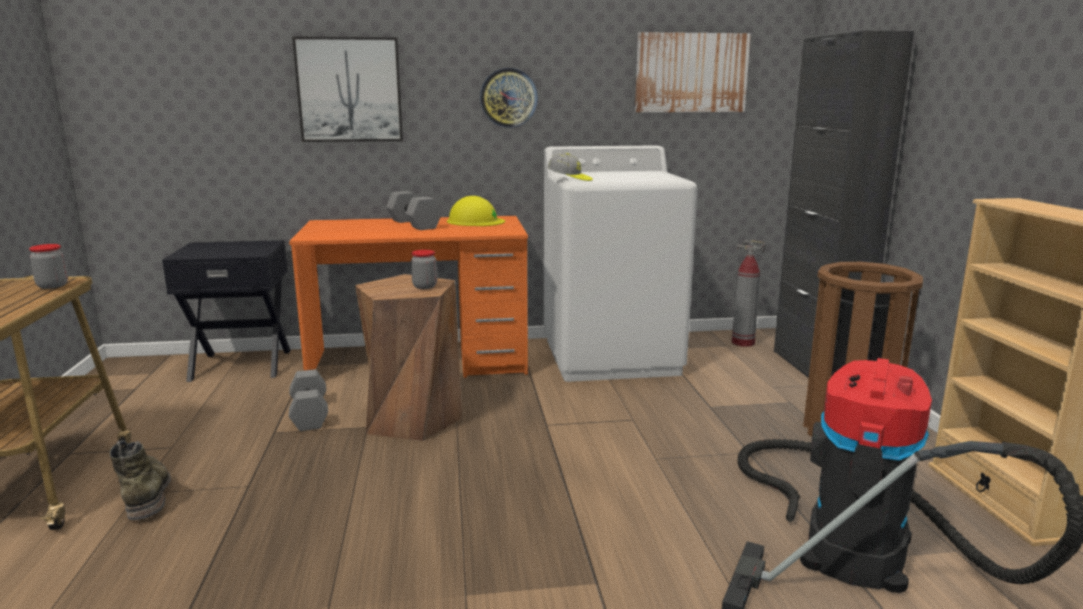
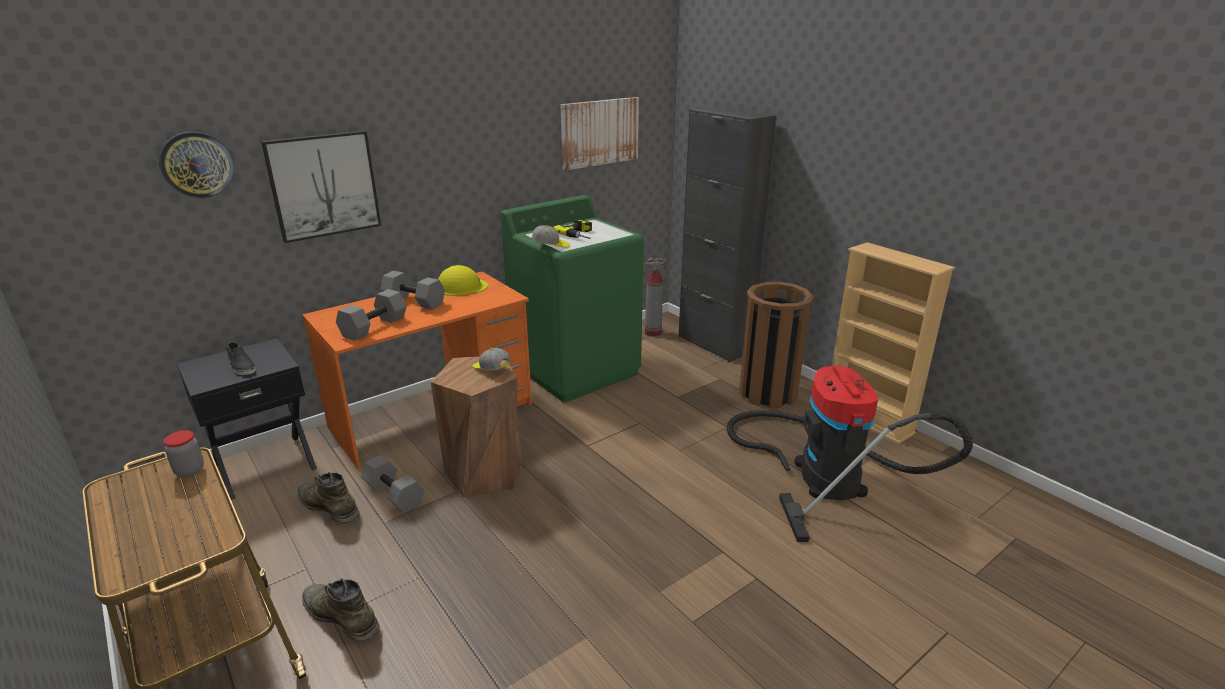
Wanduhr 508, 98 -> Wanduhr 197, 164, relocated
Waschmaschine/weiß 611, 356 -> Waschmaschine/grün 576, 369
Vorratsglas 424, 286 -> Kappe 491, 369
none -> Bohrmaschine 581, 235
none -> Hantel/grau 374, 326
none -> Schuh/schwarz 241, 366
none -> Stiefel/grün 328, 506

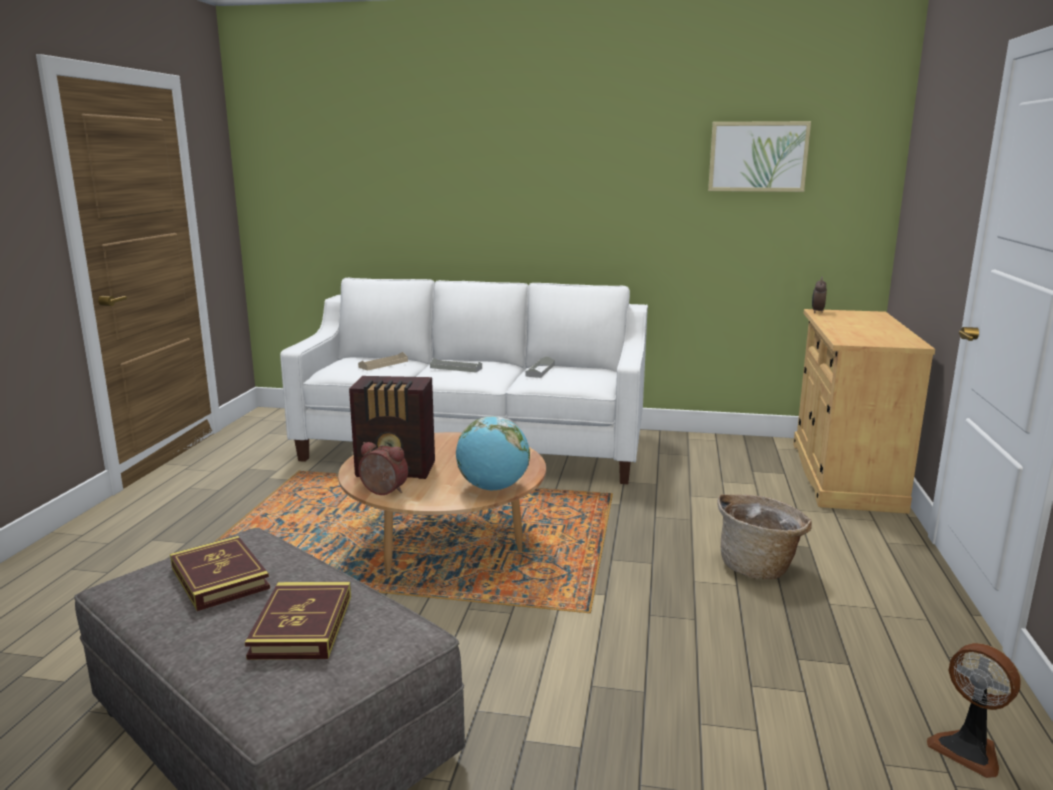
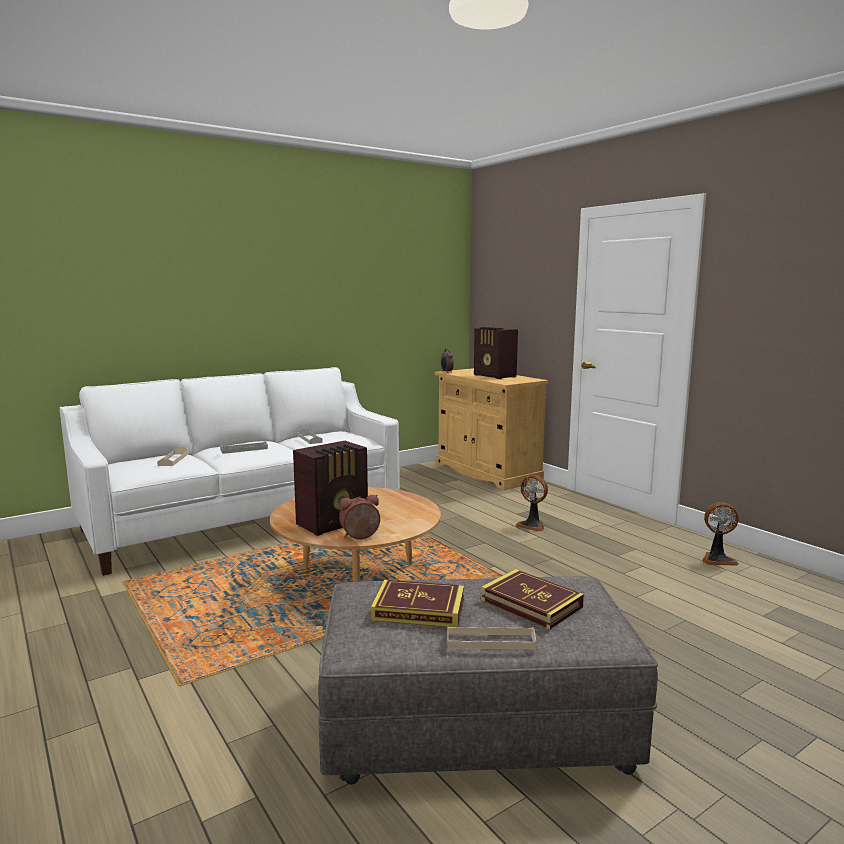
Bild 758, 156 -> none
Globus 493, 488 -> none
Korb 759, 566 -> Ventilator 532, 525
none -> Radio 494, 376
none -> Tablett/beige 490, 641

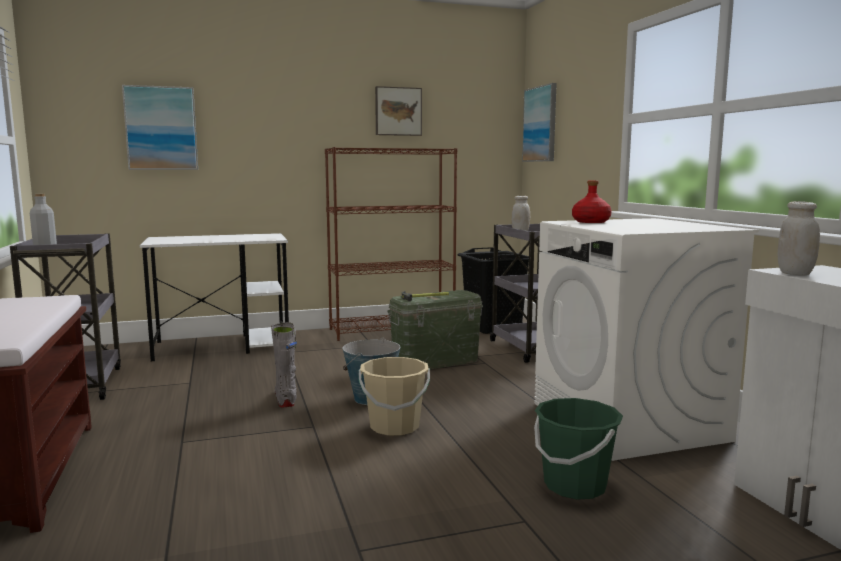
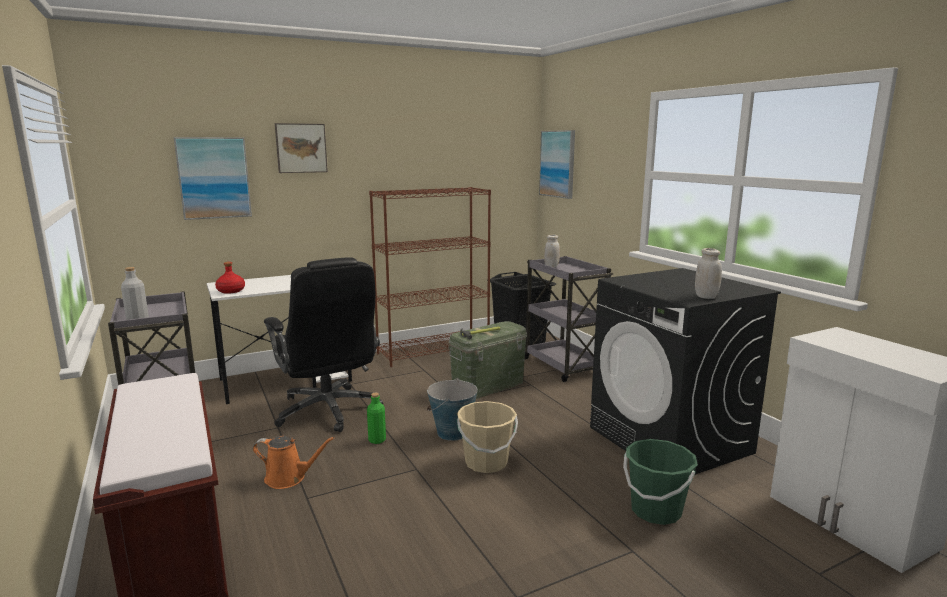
Bild 398, 111 -> Bild 301, 148, relocated
Flasche/rot 590, 222 -> Flasche/rot 230, 291, relocated
Vorratsglas/weiß 795, 273 -> Vorratsglas/weiß 706, 297, relocated
Waschmaschine/weiß 628, 422 -> Waschmaschine/schwarz 670, 440
Stiefel/grau 286, 399 -> Flasche/grün 377, 440
none -> Bürostuhl/schwarz 328, 411
none -> Gießkanne/orange 289, 478

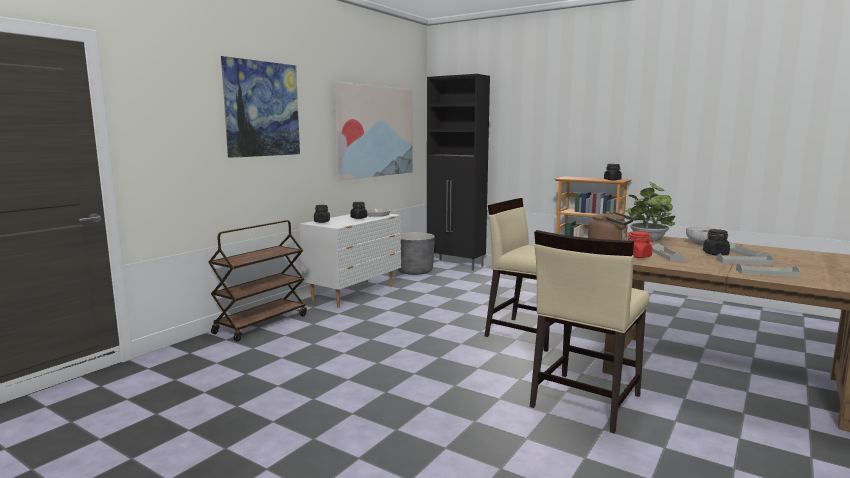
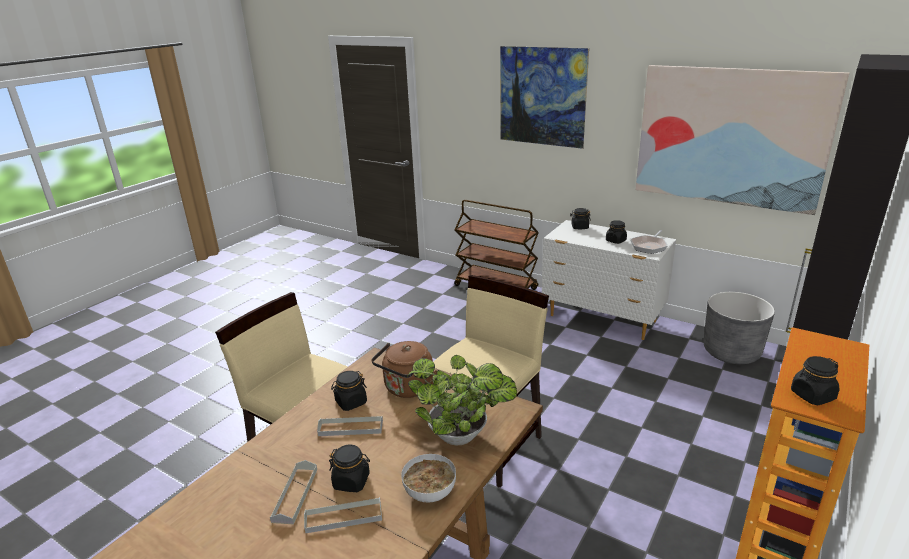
Vorratsglas/rot 638, 256 -> Vorratsglas/schwarz 351, 402
Tablett/grau 766, 273 -> none

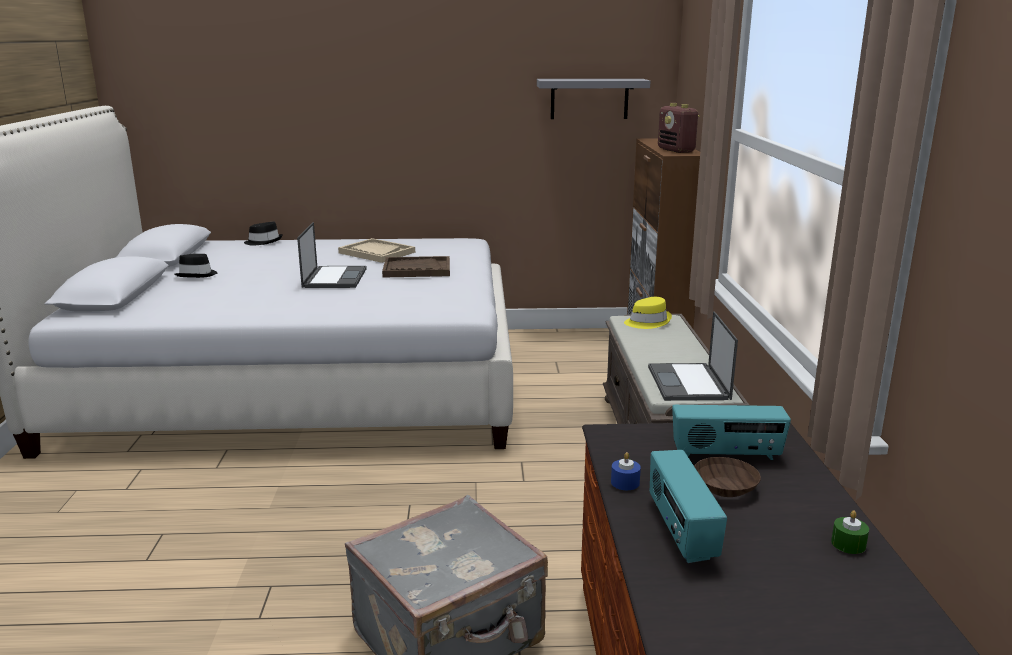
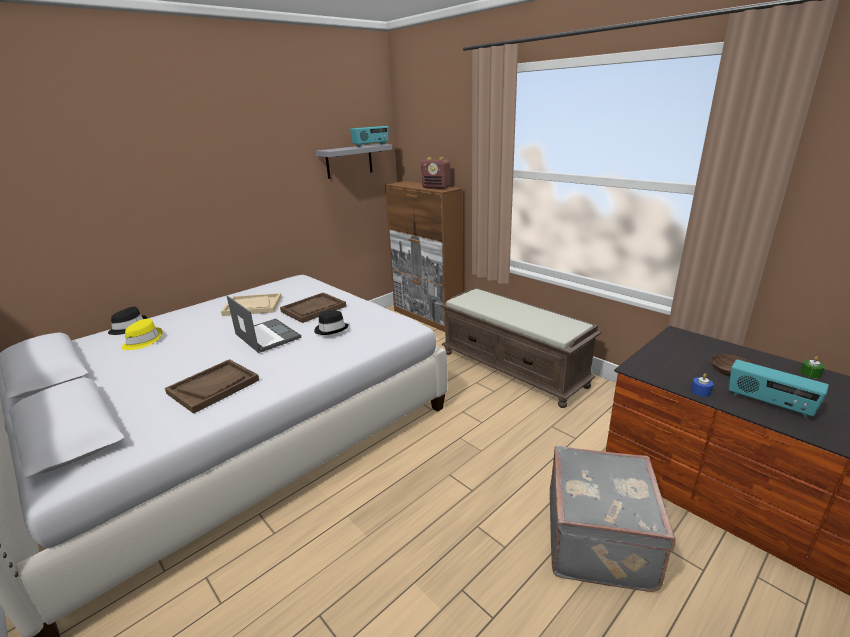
Hut/schwarz 197, 275 -> Hut/schwarz 331, 329, relocated
Hut/gelb 647, 322 -> Hut/gelb 143, 341, relocated
Laptop 689, 383 -> none
Radio 726, 455 -> Radio 371, 145, relocated
none -> Tablett/braun 213, 386

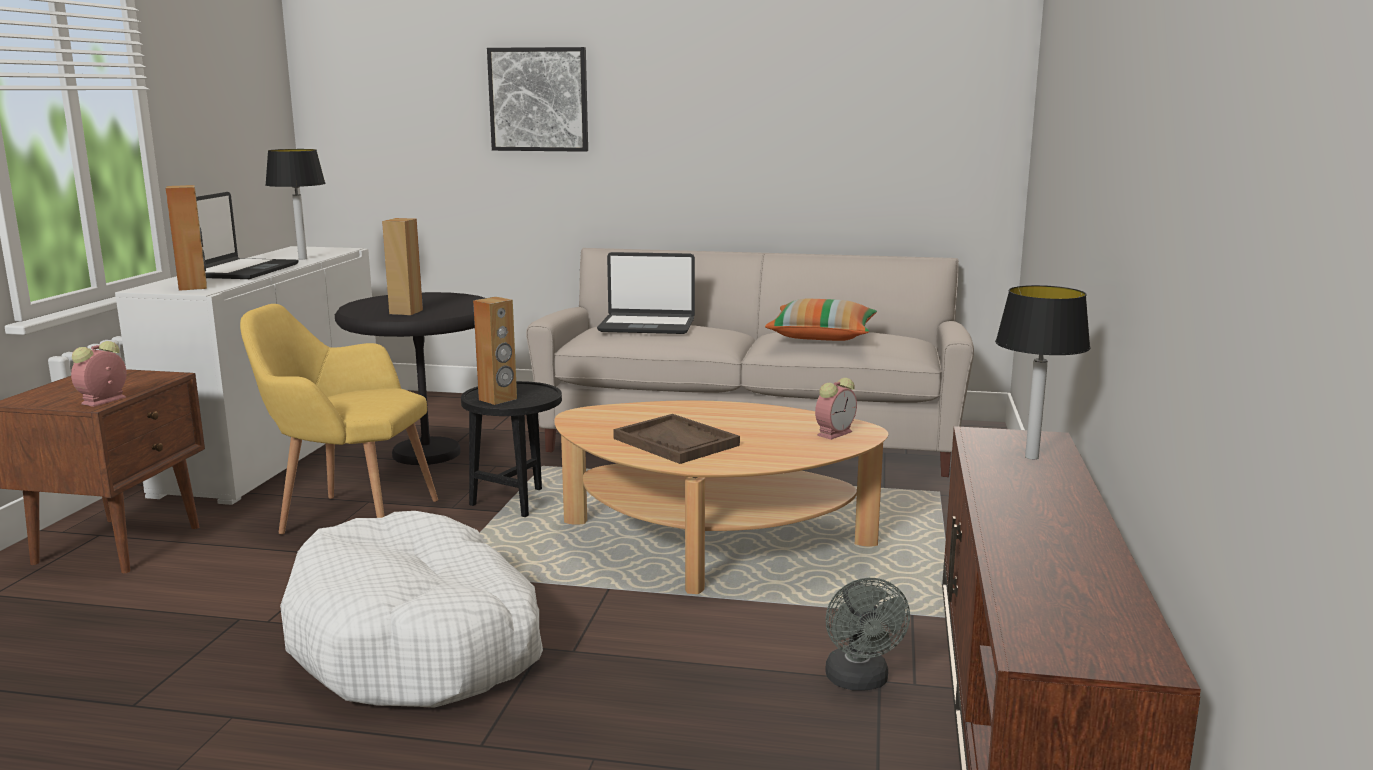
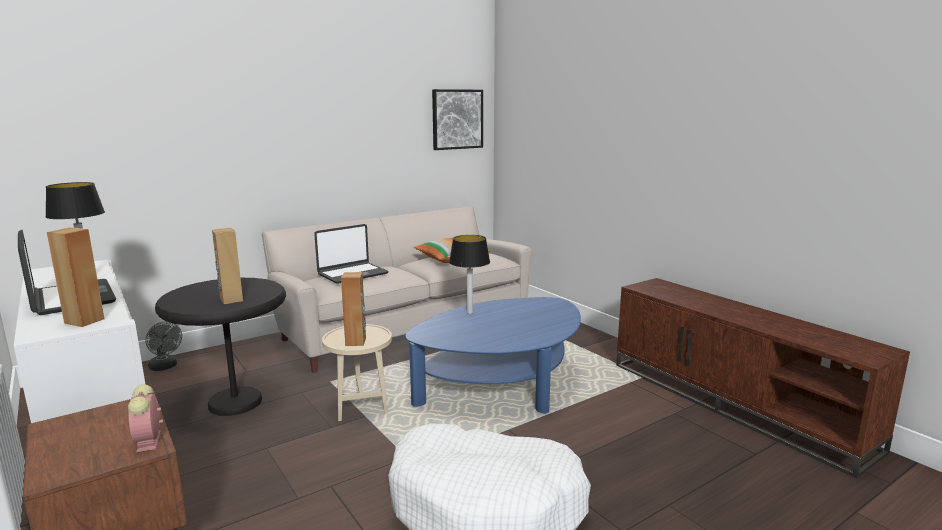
Bild 539, 99 -> Bild 457, 119, relocated
Tischlampe 1030, 457 -> Tischlampe 469, 313, relocated
Sessel/gelb 349, 518 -> none
Wecker 835, 433 -> none
Beistelltisch/schwarz 516, 501 -> Beistelltisch/beige 361, 407
Couchtisch/beige 713, 543 -> Couchtisch/blau 502, 386
Tablett/braun 676, 442 -> none
Ventilator/grau 859, 682 -> Ventilator/grau 165, 367, relocated

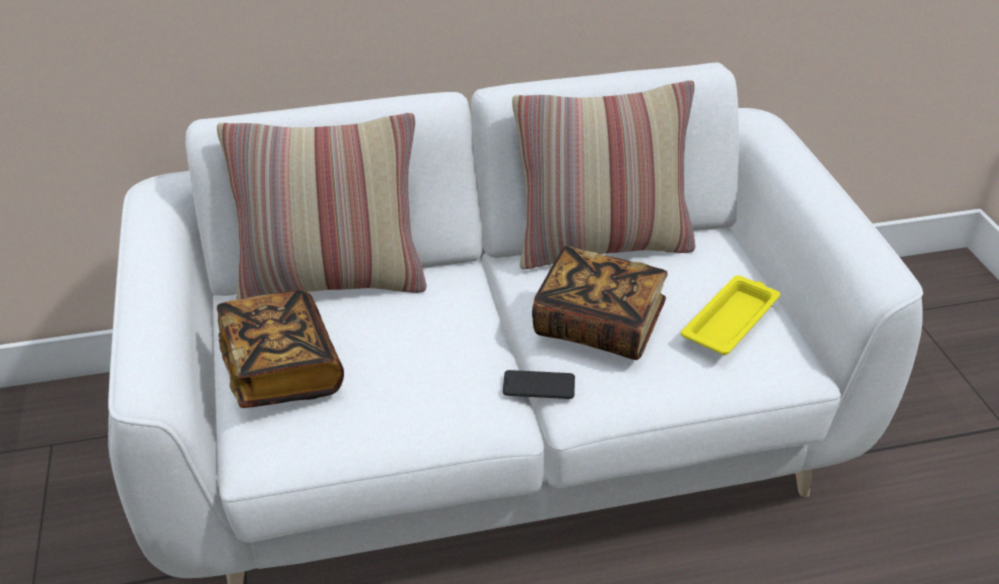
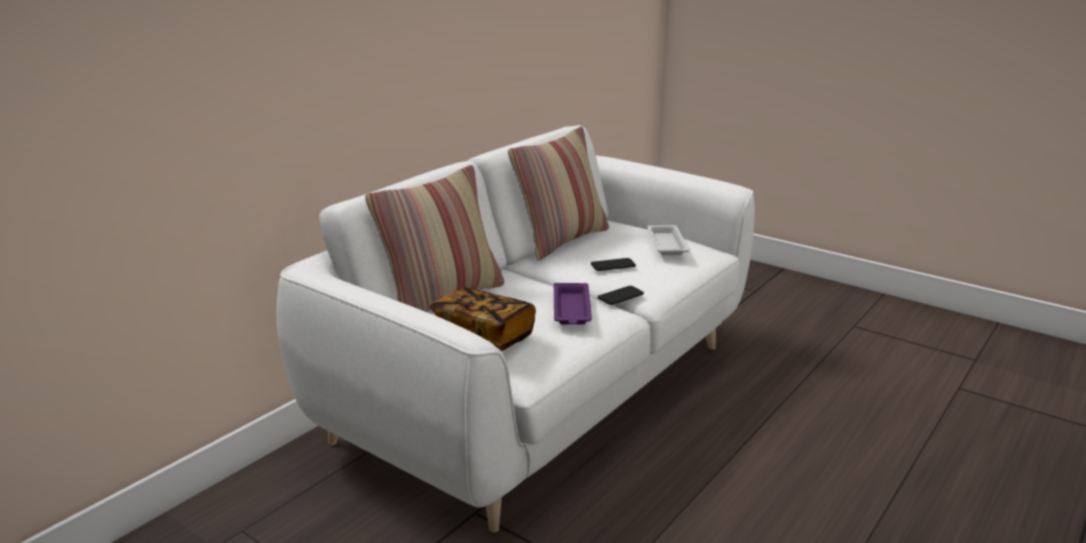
Buch 598, 325 -> Handy 613, 265
Tablett/gelb 731, 320 -> Tablett/weiß 666, 243
none -> Tablett/lila 571, 309

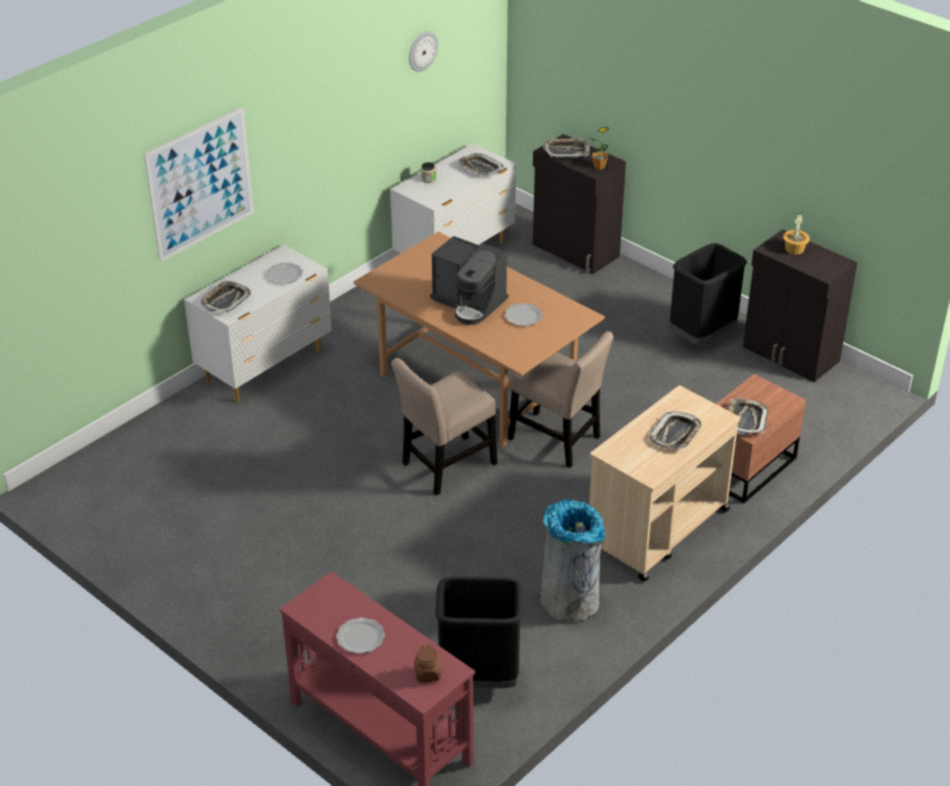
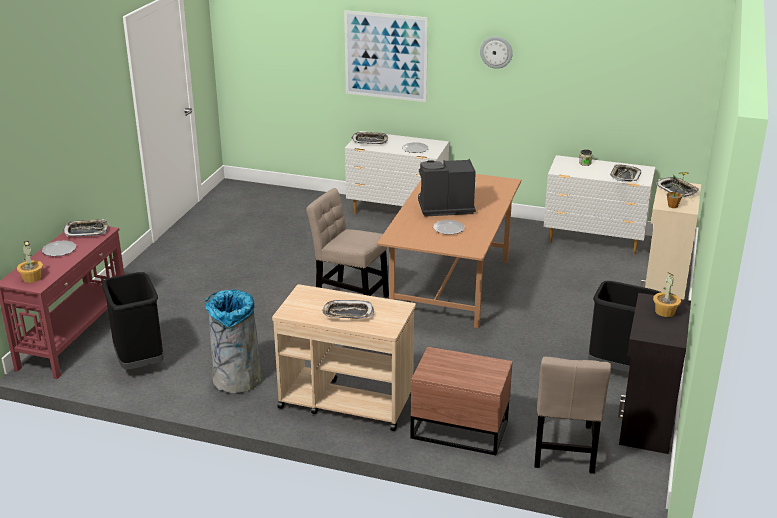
Wanduhr 422, 51 -> Wanduhr 496, 52, relocated
Schrank/schwarz 575, 251 -> Schrank/beige 664, 285
Kaffeemaschine 469, 303 -> Kaffeemaschine 444, 207, 75 degrees clockwise
Stuhl/beige 557, 440 -> Stuhl/beige 564, 449, relocated
Tablett 745, 420 -> Tablett 86, 231, relocated
Vorratsglas/braun 427, 674 -> Topfpflanze 32, 278

